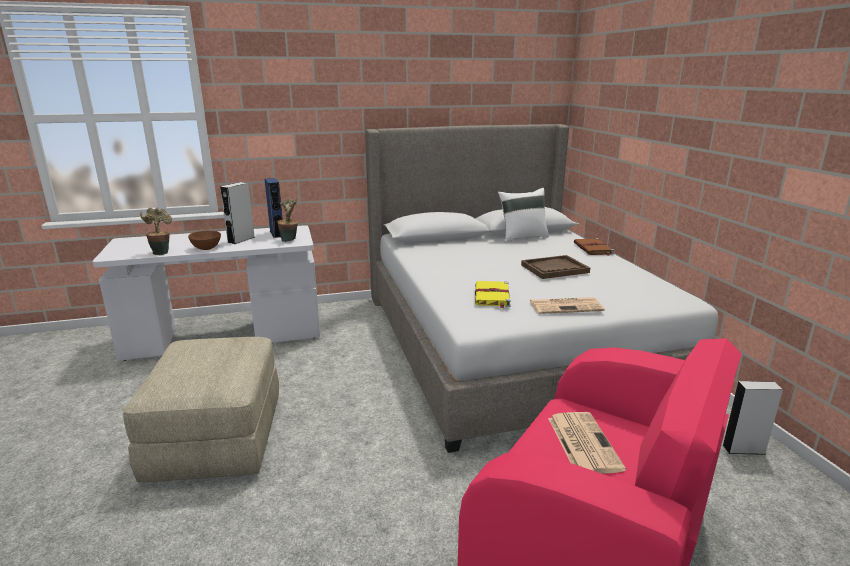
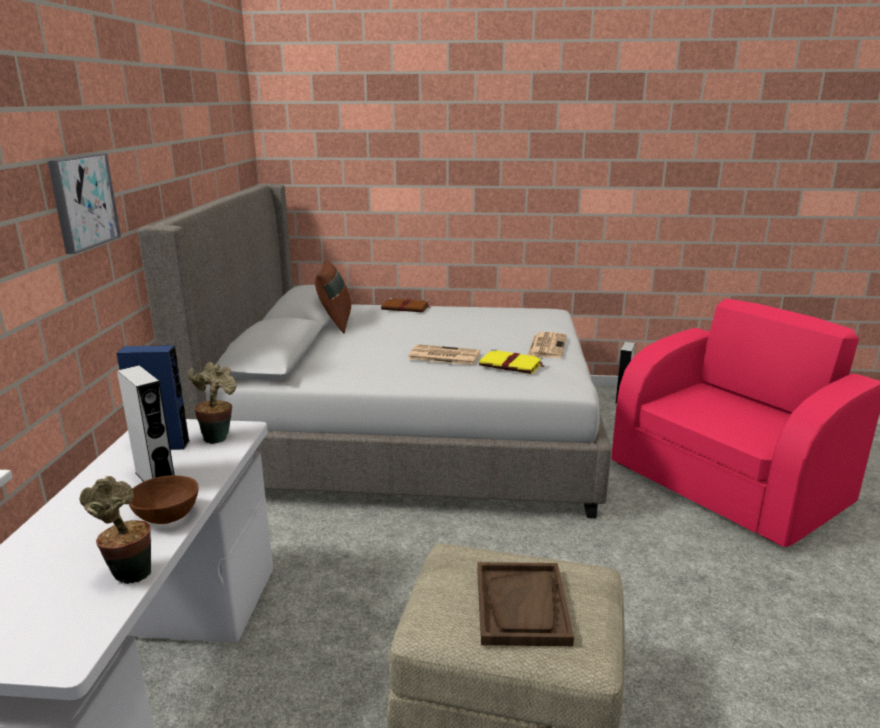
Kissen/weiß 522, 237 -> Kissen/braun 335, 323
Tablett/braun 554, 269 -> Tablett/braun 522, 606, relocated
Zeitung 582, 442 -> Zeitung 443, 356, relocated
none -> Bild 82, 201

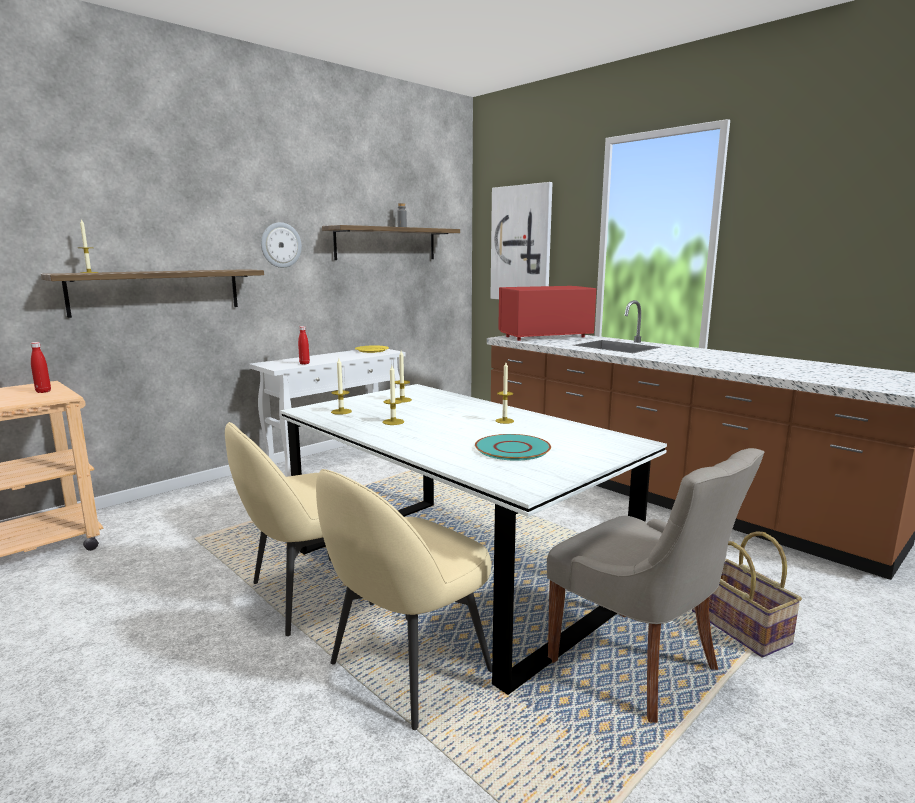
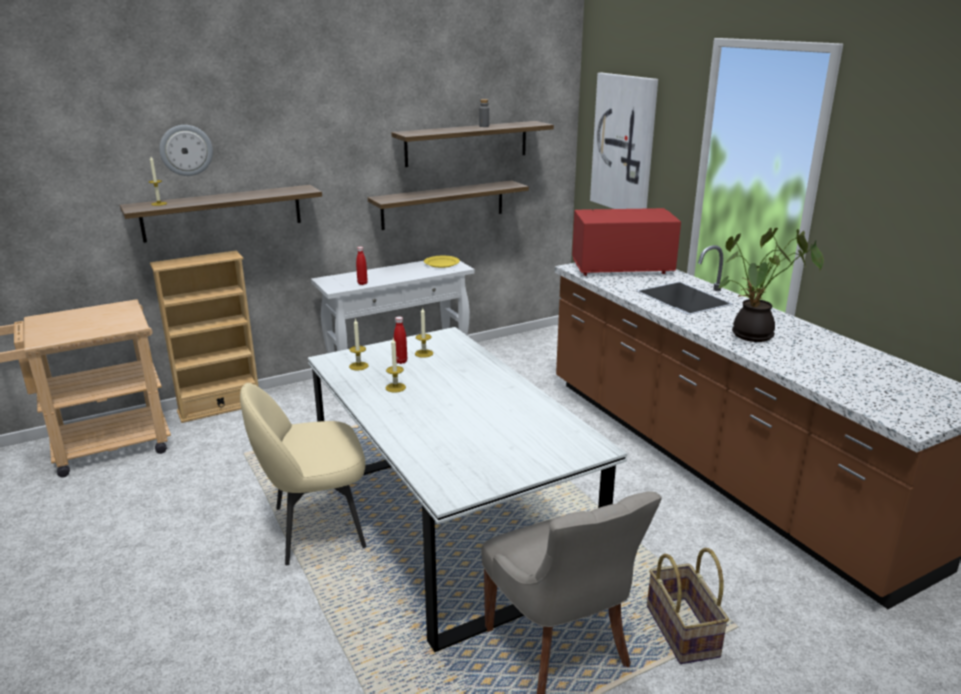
Wanduhr 280, 245 -> Wanduhr 186, 150, relocated
Flasche/rot 43, 391 -> Flasche/rot 401, 361, relocated
Kerze 504, 421 -> none
Teller/türkis 512, 449 -> none
Stuhl/beige 406, 669 -> none
none -> Wandregal 443, 205
none -> Topfpflanze 753, 337
none -> Bücherregal/beige 220, 408

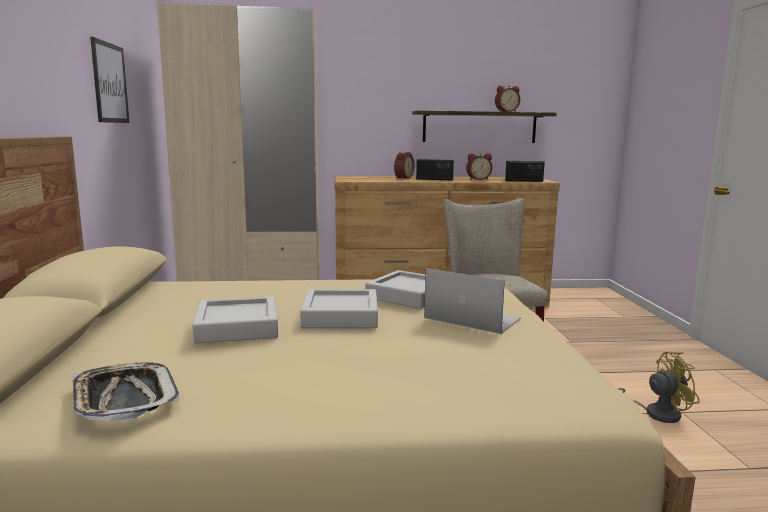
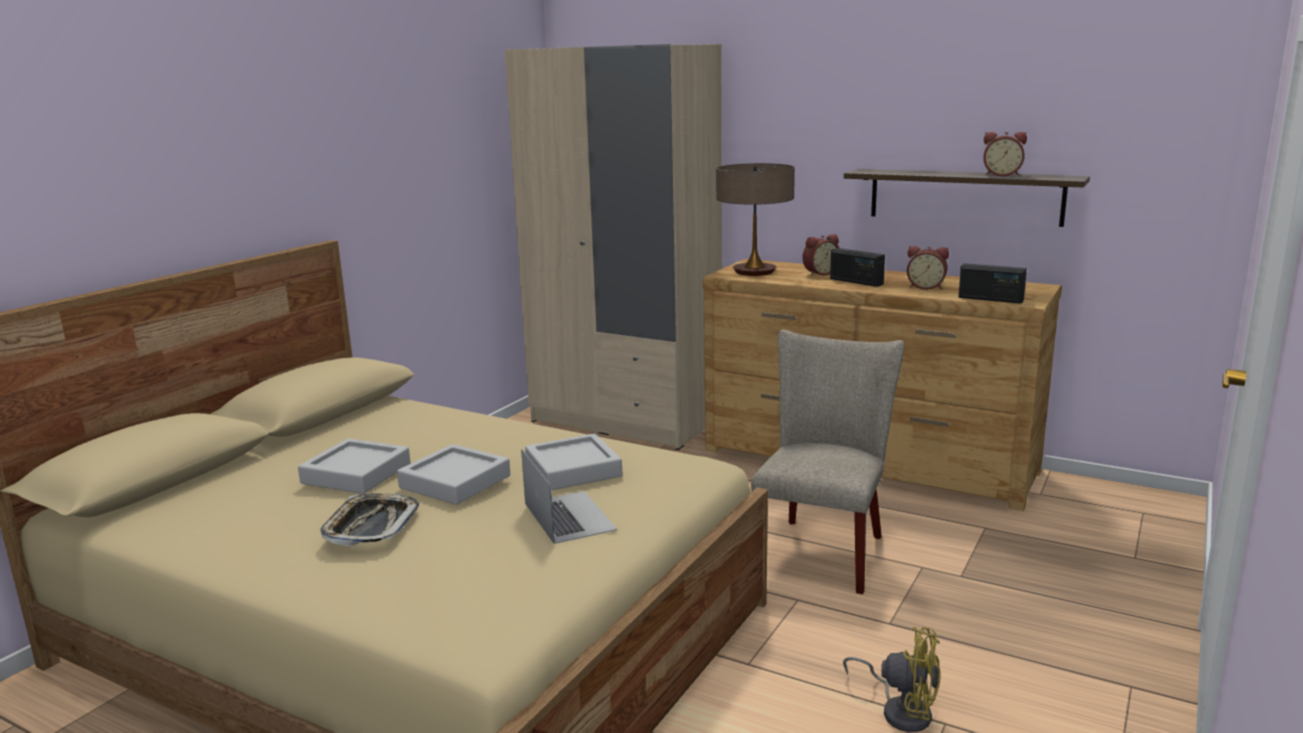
Bild 110, 83 -> none
Tablett 124, 399 -> Tablett 371, 526, relocated
none -> Tischlampe 754, 272

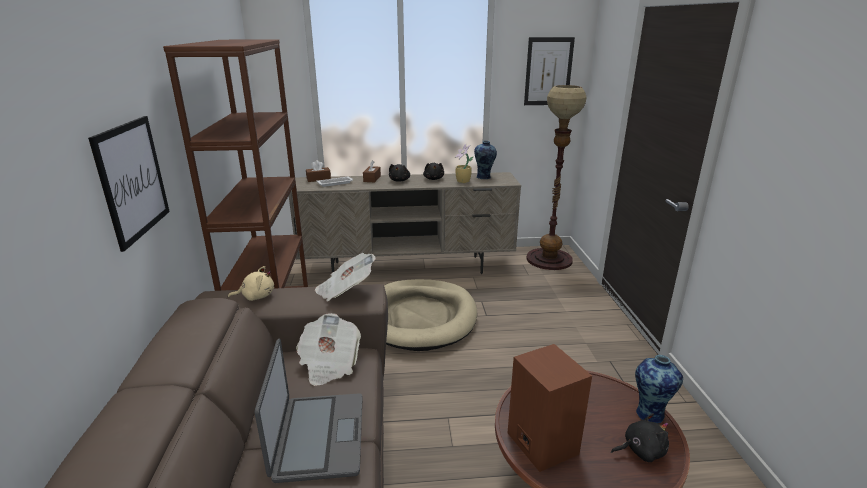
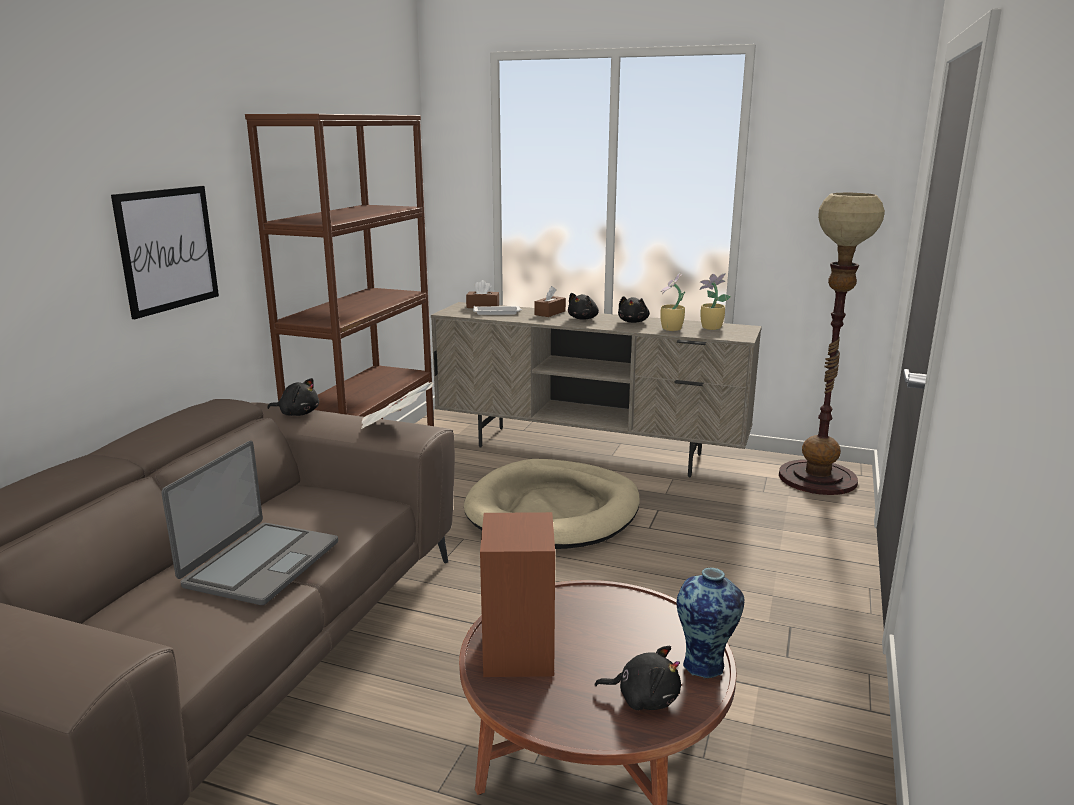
Bild 548, 71 -> none
Vase 484, 177 -> Topfpflanze 710, 328
Plüschtier/beige 256, 296 -> Plüschtier/schwarz 297, 413
Zeitung 329, 363 -> none

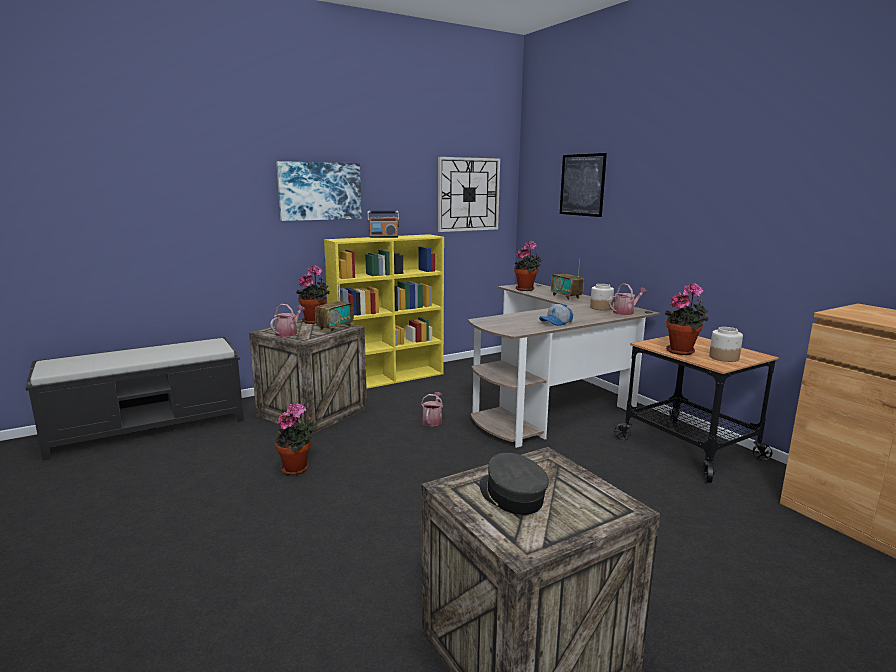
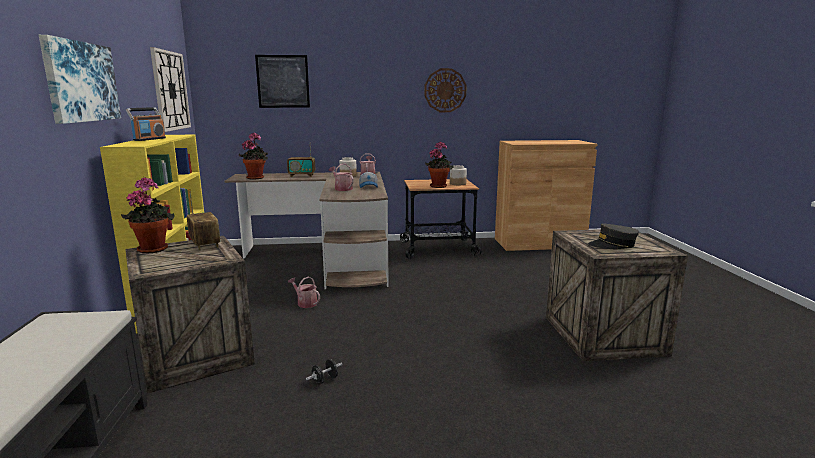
Gießkanne 288, 333 -> Gießkanne 342, 189, relocated
Topfpflanze 297, 469 -> Hantel/schwarz 325, 380
none -> Wanduhr 445, 90

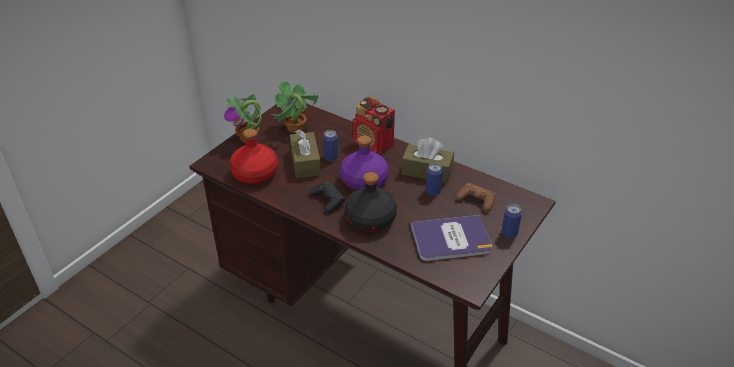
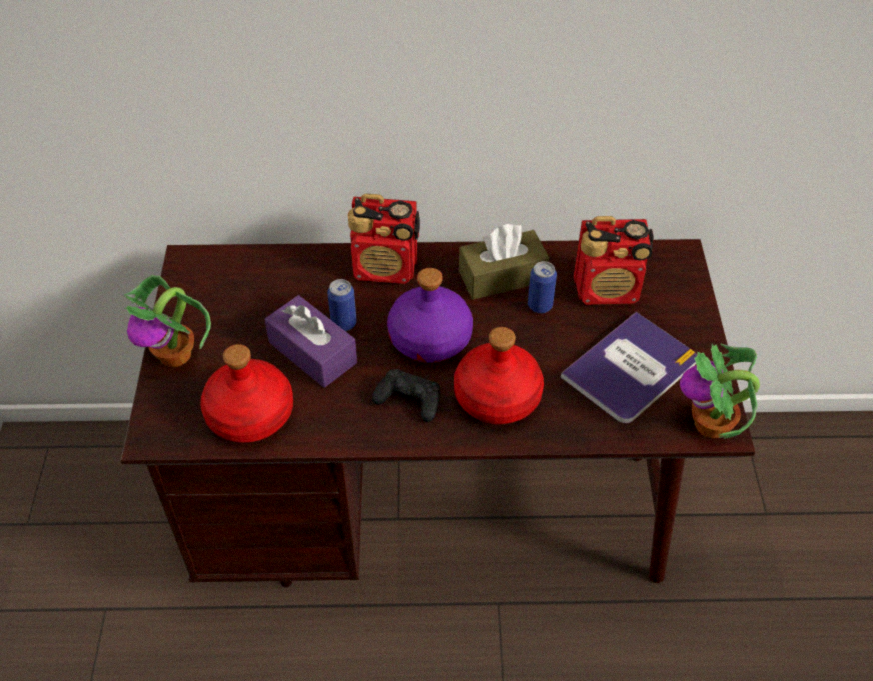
Topfpflanze 295, 129 -> Topfpflanze 711, 425, relocated
Taschentuchbox/braun 305, 162 -> Taschentuchbox/lila 312, 352
Flasche/schwarz 370, 219 -> Flasche/rot 498, 398
Gamepad/braun 476, 200 -> Radio 608, 290
Dose 509, 233 -> none

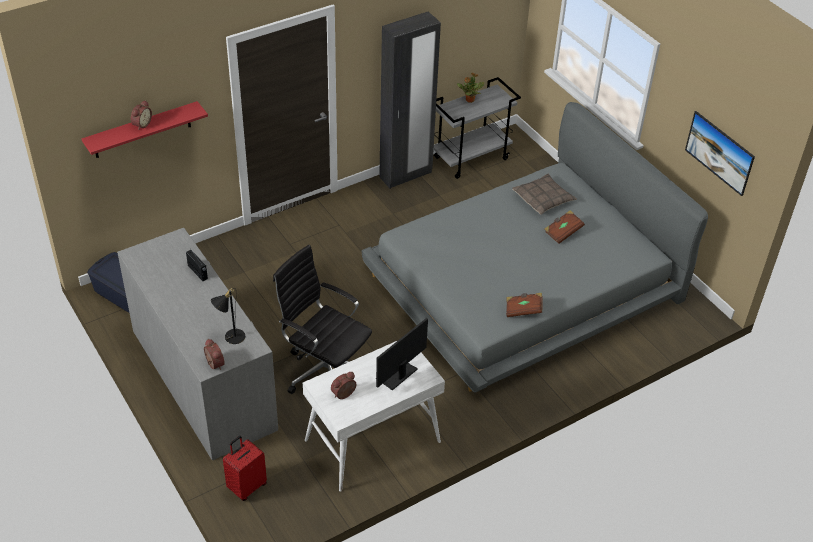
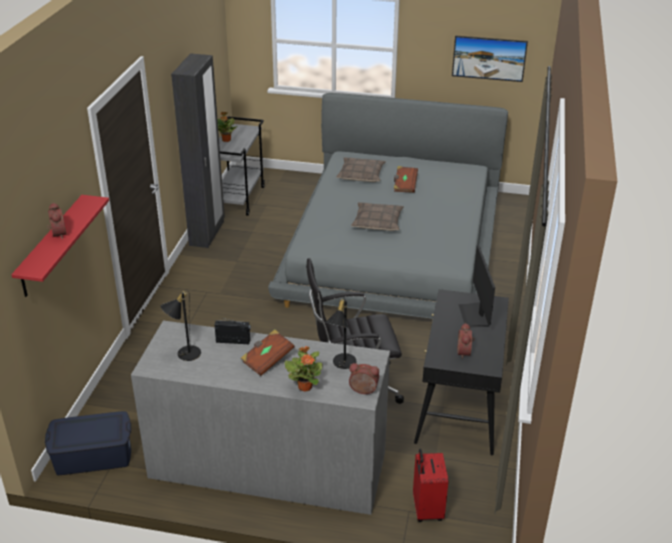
Buch/braun 523, 310 -> Buch/braun 267, 360, relocated
Schreibtisch/weiß 372, 442 -> Schreibtisch/schwarz 459, 407
none -> Kissen 377, 222
none -> Tischlampe/schwarz 184, 353
none -> Topfpflanze 305, 386

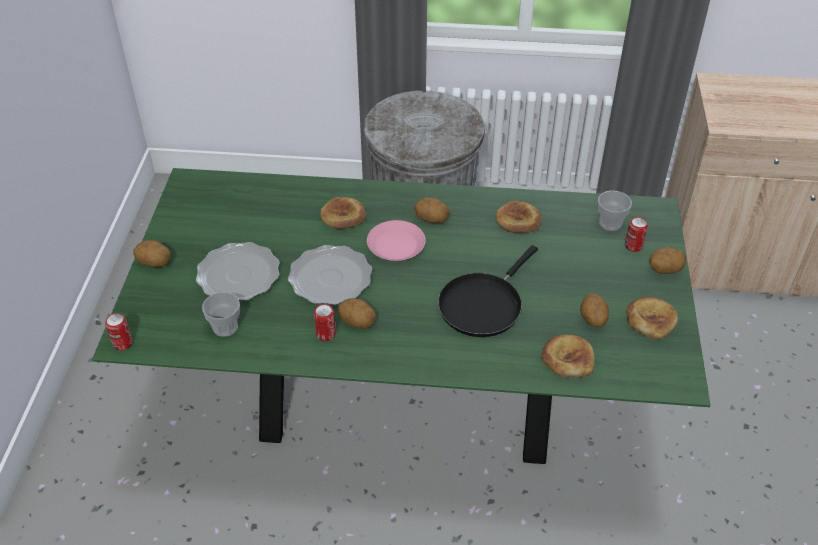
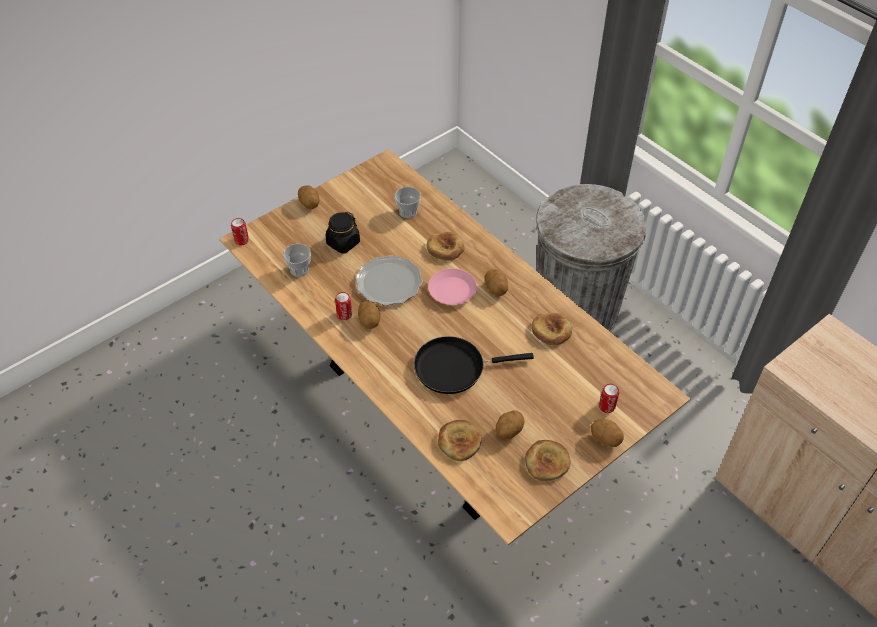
Esstisch/grün 408, 402 -> Esstisch/braun 438, 412
Tasse 610, 223 -> Tasse 408, 212, relocated
Teller 238, 274 -> Vorratsglas/schwarz 343, 243

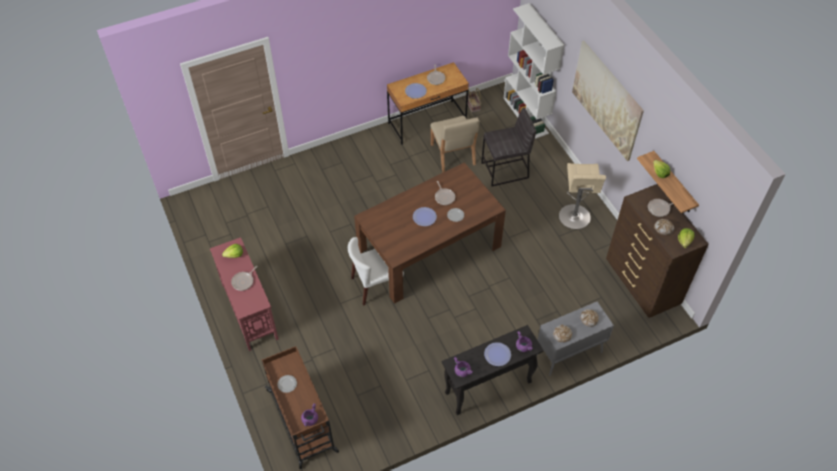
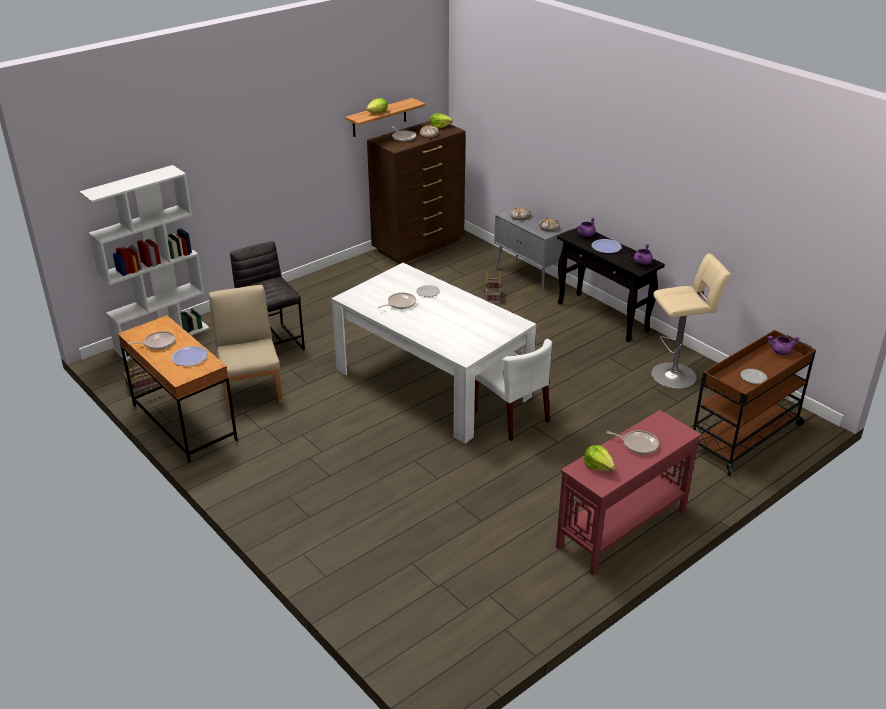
Bild 606, 100 -> none
Stuhl/beige 452, 155 -> Stuhl/beige 251, 389, 75 degrees counterclockwise
Esstisch/braun 429, 249 -> Esstisch/weiß 432, 383
Hocker/beige 574, 218 -> Hocker/beige 677, 374, relocated
Teller 424, 217 -> none
none -> Korb 492, 297

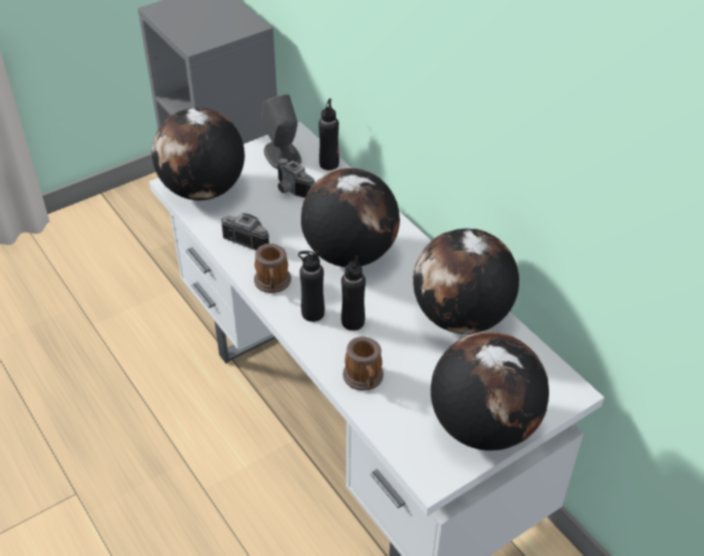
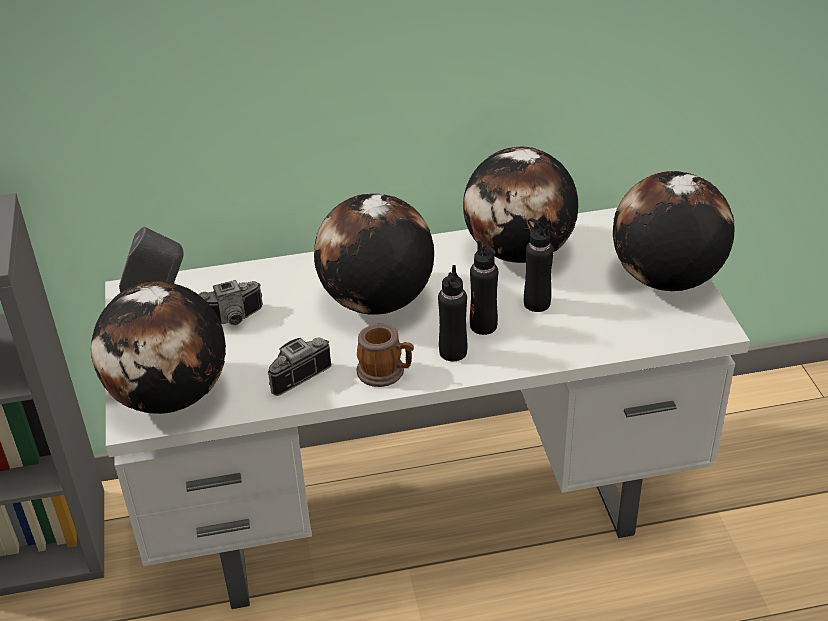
Flasche/schwarz 329, 164 -> Flasche/schwarz 536, 303, relocated
Henkelbecher 364, 379 -> none

